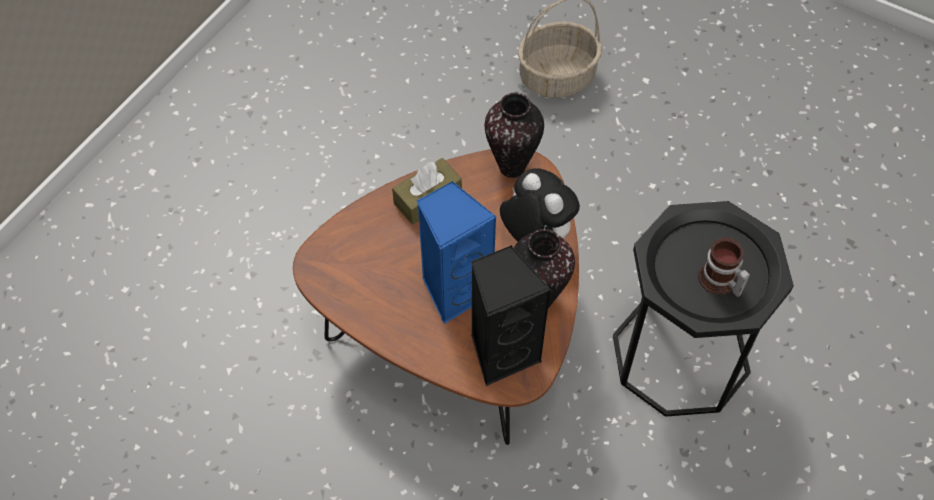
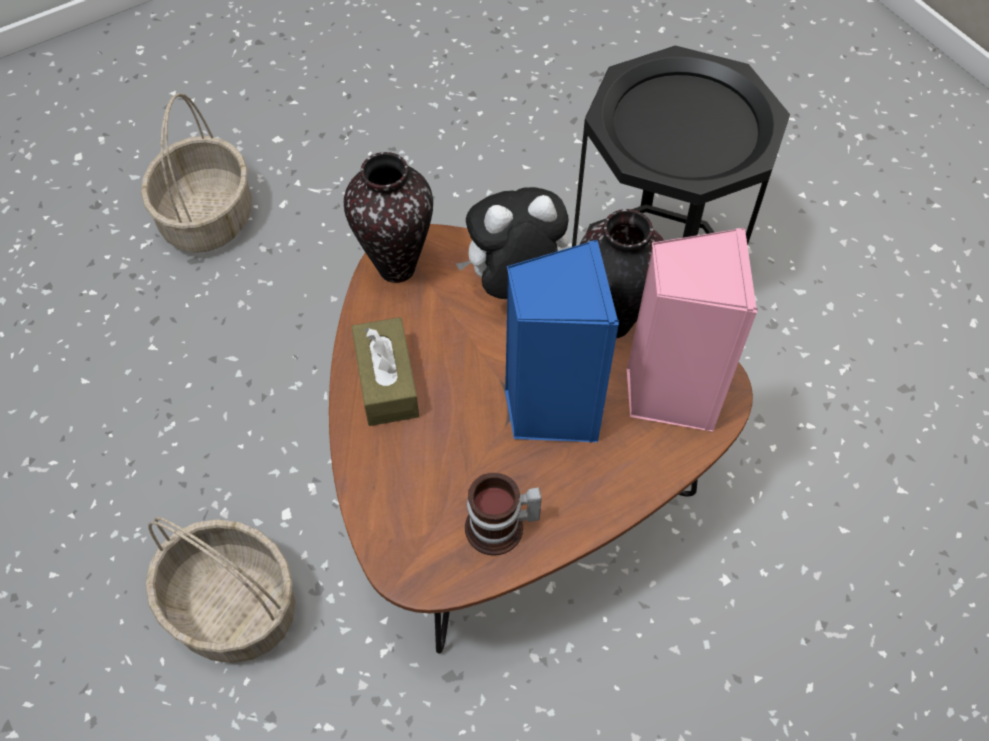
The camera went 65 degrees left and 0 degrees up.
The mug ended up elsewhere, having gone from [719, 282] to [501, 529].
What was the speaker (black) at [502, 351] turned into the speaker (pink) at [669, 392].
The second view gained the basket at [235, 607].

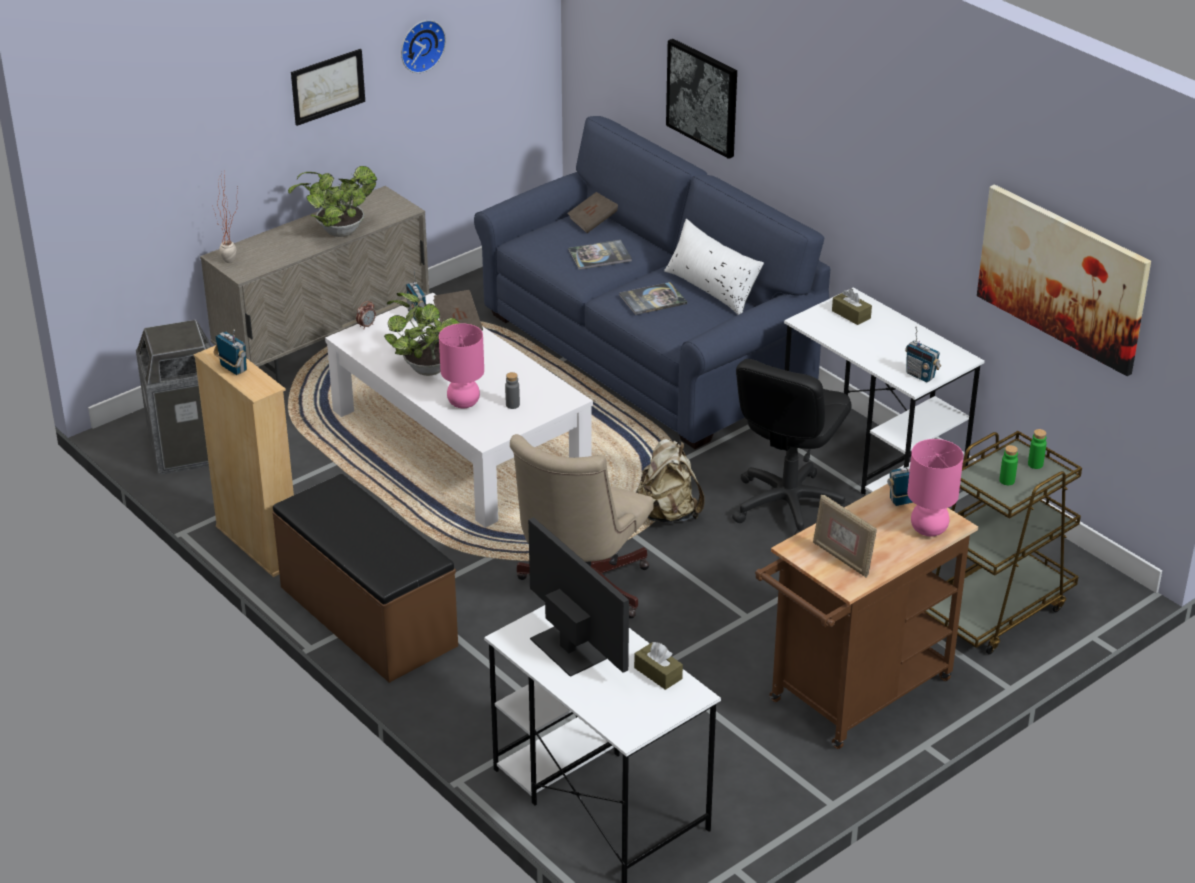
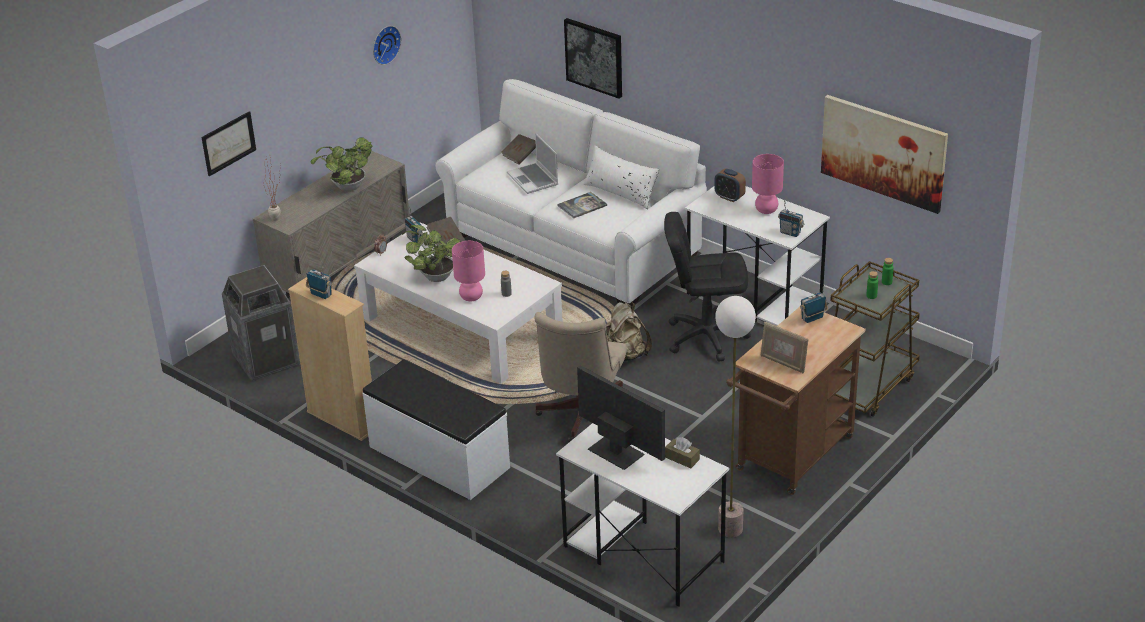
The camera went 10 degrees left and 0 degrees up.
The picture ended up elsewhere, having gone from [328, 86] to [228, 143].
What was the sofa (blue) at [646, 353] turned into the sofa (white) at [573, 245].
Where the book stood at [600, 256], the laptop came to stand at [533, 179].
Where the tissue box (brown) stood at [851, 314], the alarm clock came to stand at [729, 197].
The office chair (black) at [787, 505] ended up facing another way, 75 degrees clockwise from before.
The table lamp (pink) ended up elsewhere, having gone from [928, 530] to [766, 210].
What was the bench (brown) at [366, 616] turned into the bench (white) at [438, 458].
The second view gained the floor lamp at [730, 529].

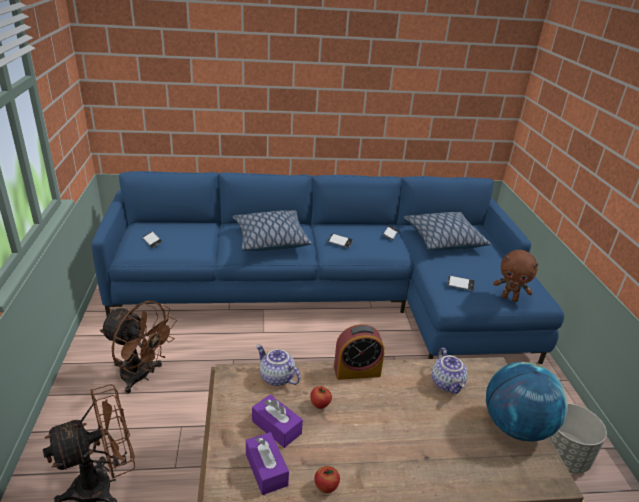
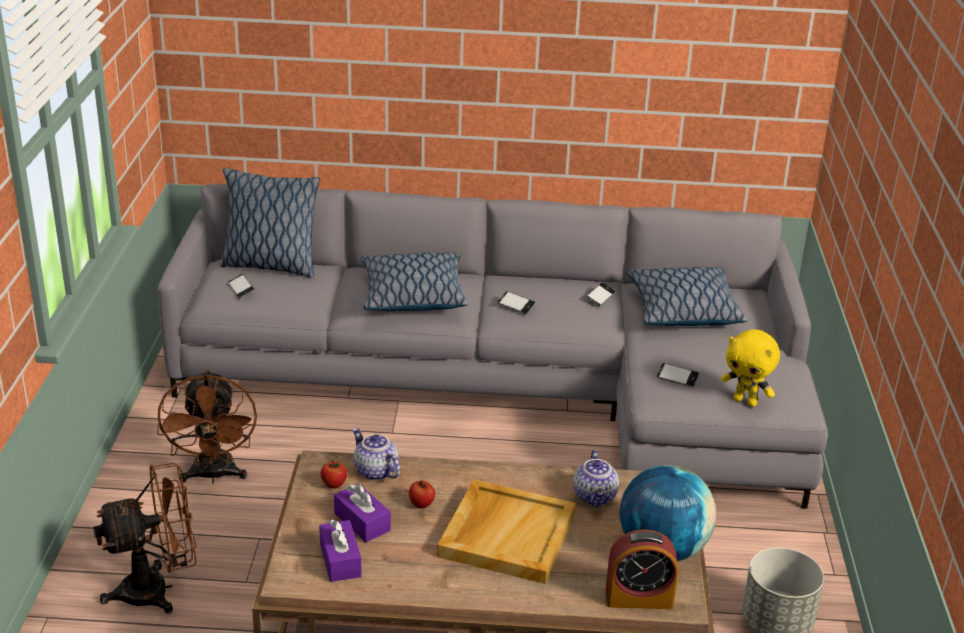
The camera went 10 degrees right and 0 degrees up.
What was the sofa (blue) at [335, 295] turned into the sofa (grey) at [515, 388].
What was the plush toy (brown) at [509, 298] turned into the plush toy (yellow) at [745, 401].
The fan (brown) at [141, 377] ended up facing another way, 45 degrees clockwise from before.
The alarm clock ended up elsewhere, having gone from [357, 371] to [639, 598].
The apple ended up elsewhere, having gone from [326, 487] to [334, 485].
The second view gained the pillow at [270, 265].
The second view gained the tray (beige) at [506, 534].

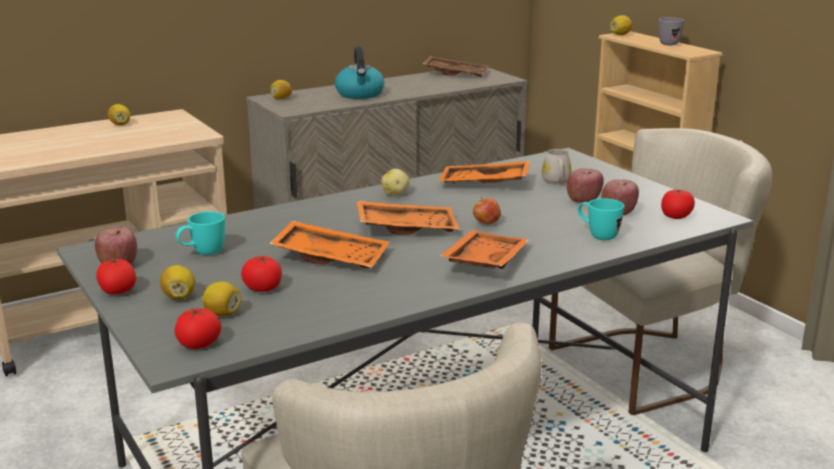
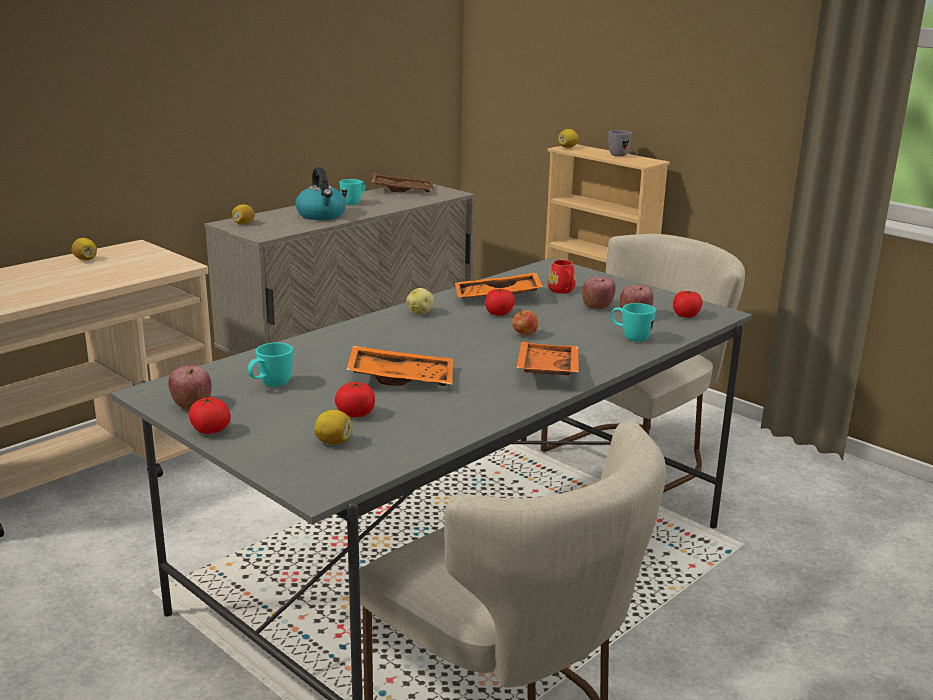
The camera went 15 degrees left and 0 degrees up.
What was the mug (white) at [556, 182] turned into the mug (red) at [562, 291].
The second view lost the tray (orange) at [407, 228].
The second view lost the lemon at [179, 297].
The tomato ended up elsewhere, having gone from [199, 344] to [499, 313].
The second view gained the mug (turquoise) at [354, 203].

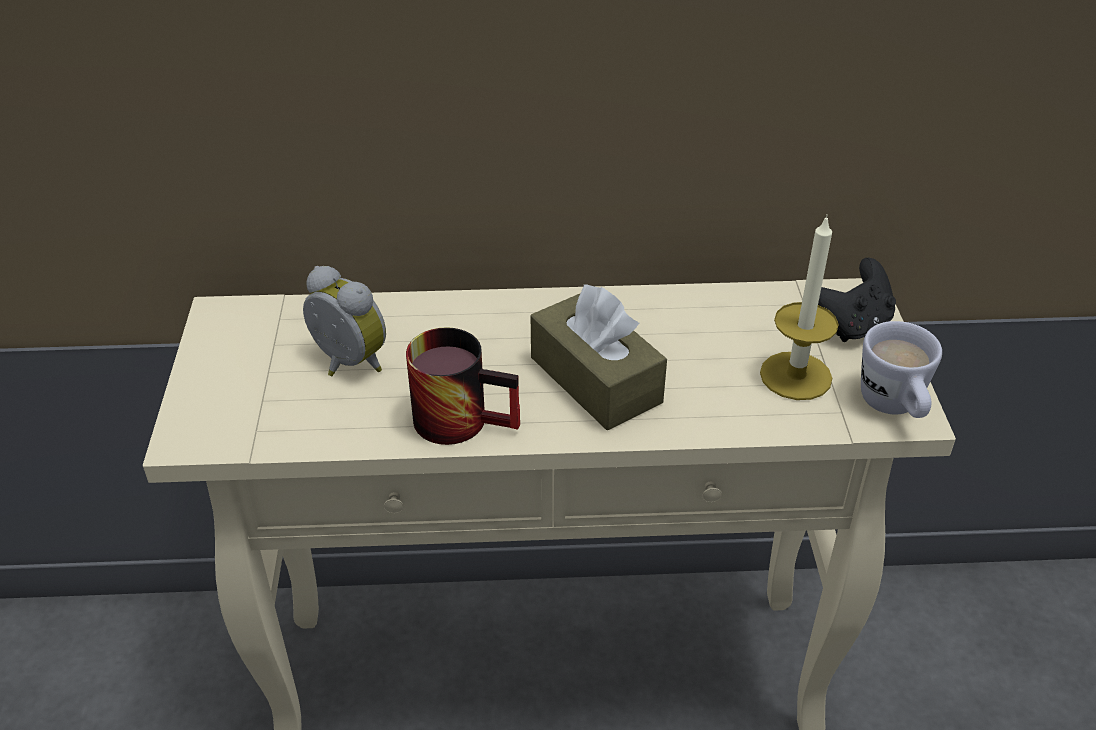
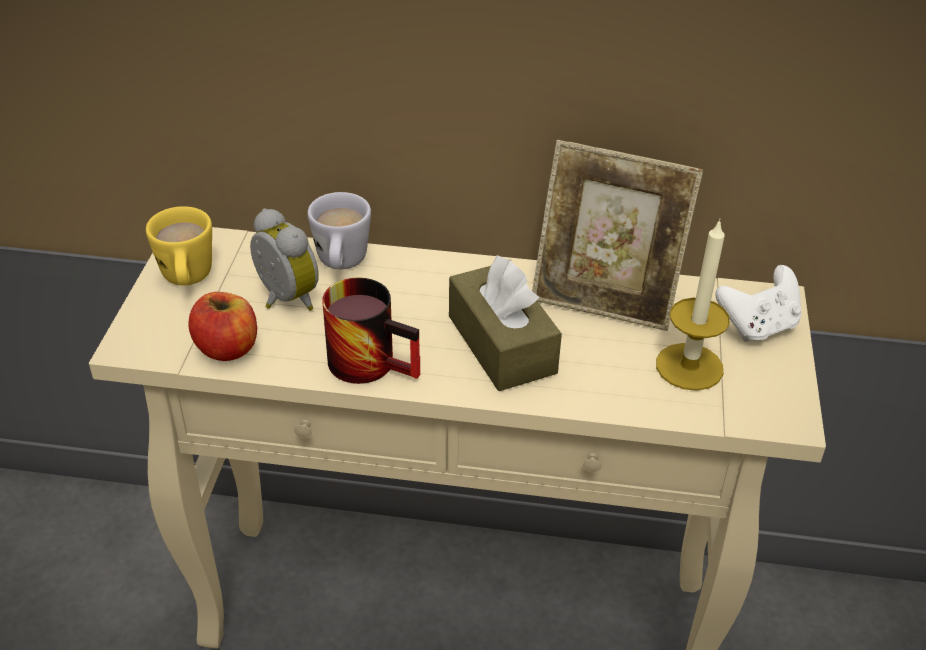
The camera went 10 degrees right and 0 degrees up.
What was the game controller (black) at [851, 324] turned into the game controller (white) at [758, 326].
The mug (white) ended up elsewhere, having gone from [894, 408] to [341, 265].
The second view gained the picture frame at [605, 300].
The second view gained the mug (yellow) at [187, 281].
The second view gained the apple at [227, 348].

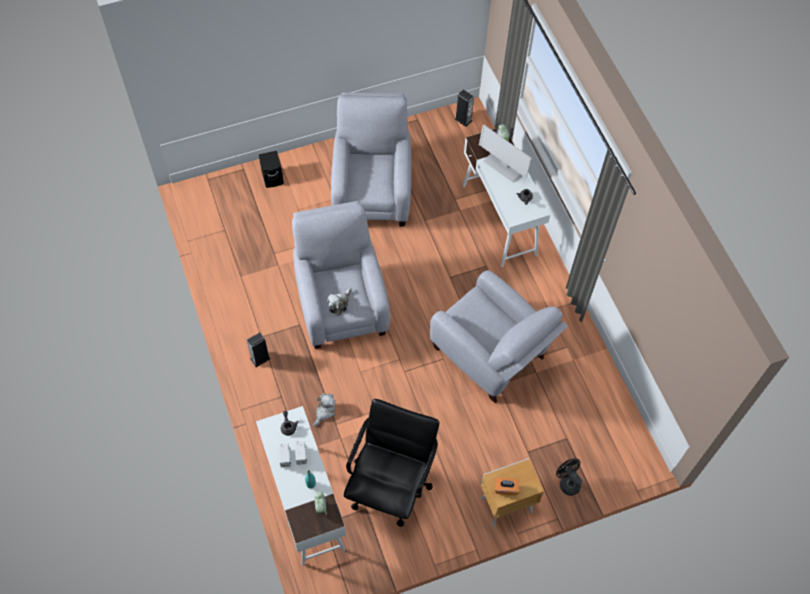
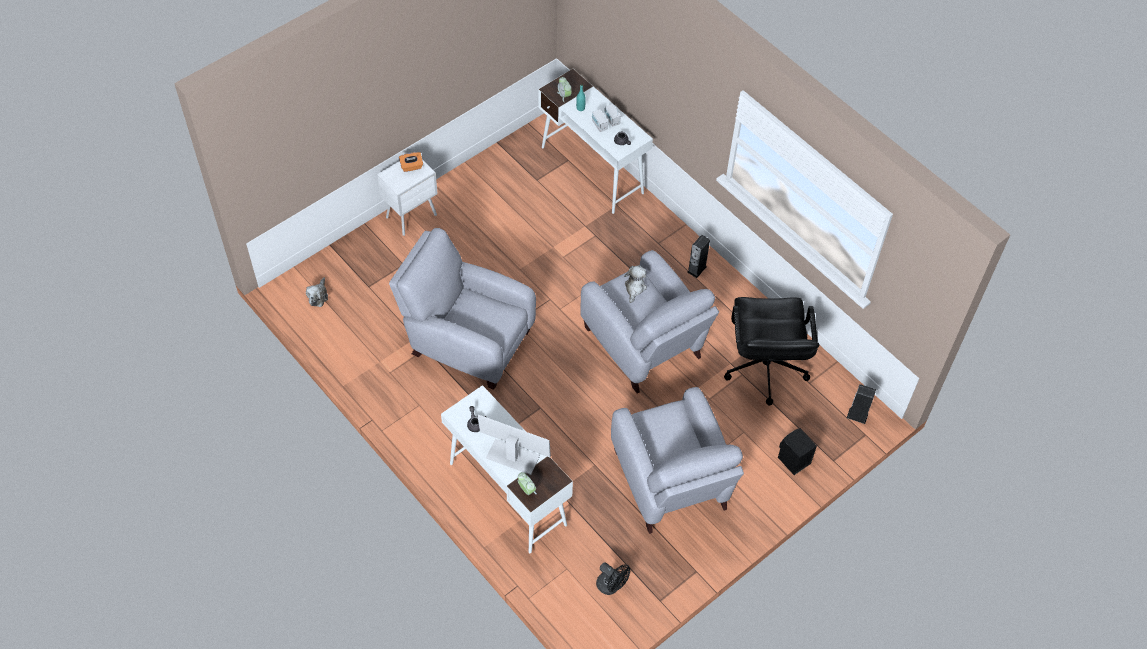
The camera went 160 degrees right and 5 degrees down.
The speaker ended up elsewhere, having gone from [463, 120] to [857, 415].
The plush toy ended up elsewhere, having gone from [324, 411] to [318, 296].
The office chair (black) ended up elsewhere, having gone from [390, 485] to [764, 369].
What was the nightstand (brown) at [505, 505] turned into the nightstand (white) at [412, 216].
The fan (black) ended up elsewhere, having gone from [567, 482] to [611, 586].

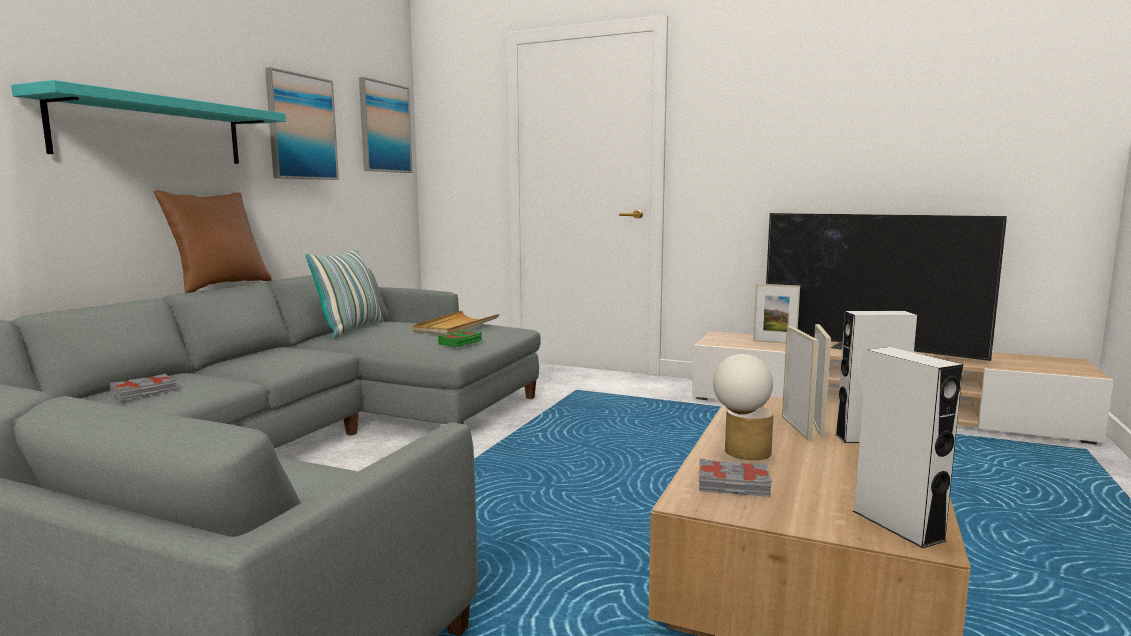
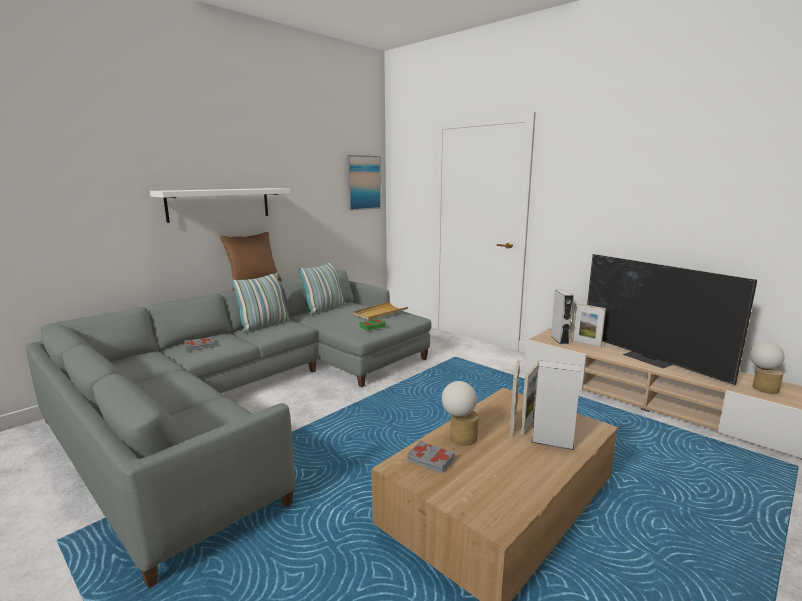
The camera went 20 degrees right and 5 degrees up.
The second view lost the picture at [301, 127].
What was the shelf (turquoise) at [151, 131] turned into the shelf (white) at [219, 204].
The speaker (grey) ended up elsewhere, having gone from [897, 525] to [559, 339].
The second view gained the pillow at [263, 325].
The second view gained the table lamp at [761, 387].

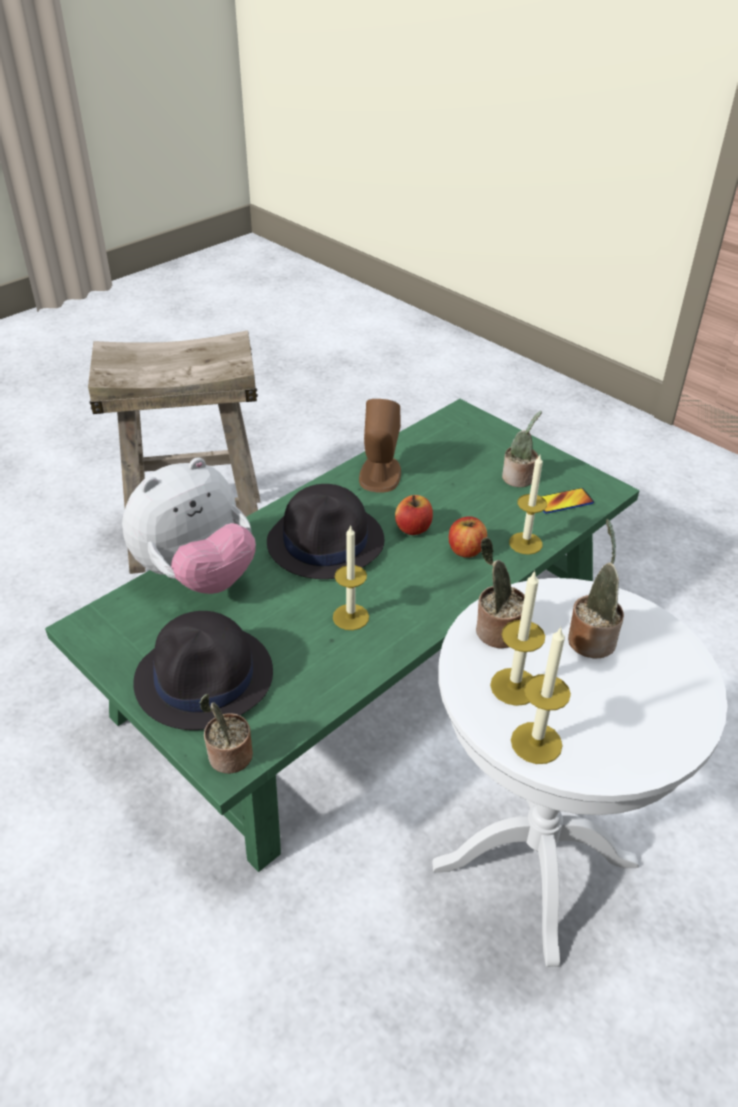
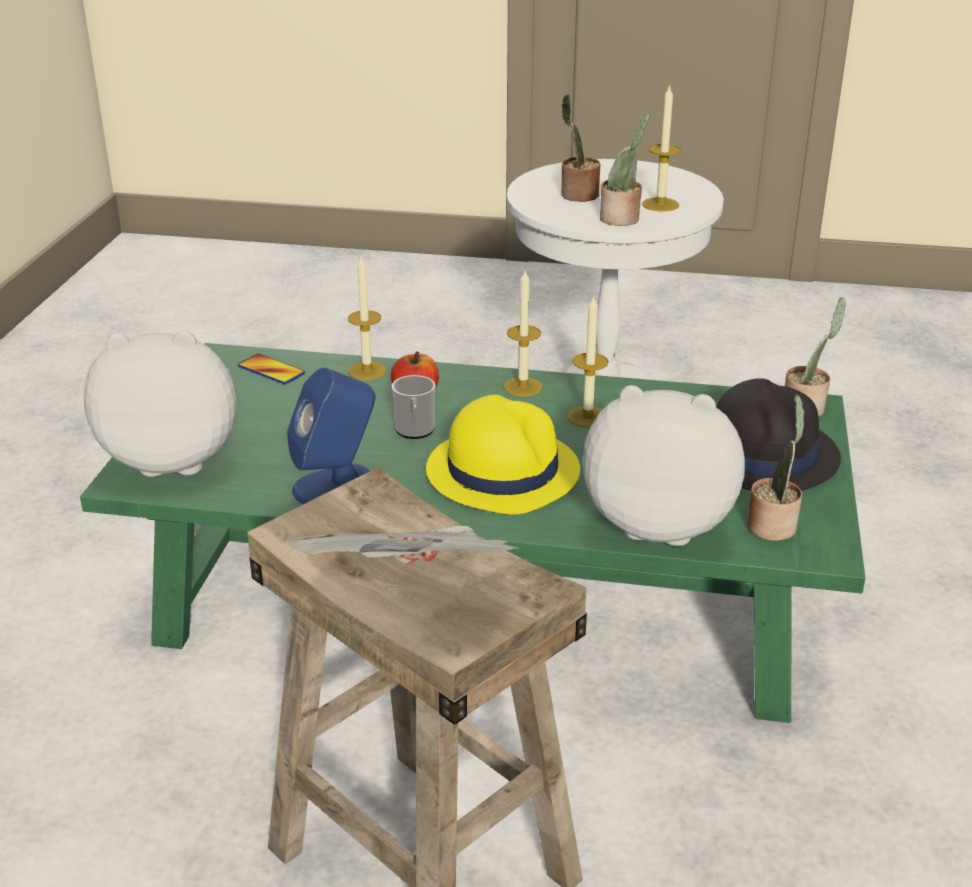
The camera went 125 degrees left and 10 degrees down.
What was the speaker (brown) at [380, 475] turned into the speaker (blue) at [336, 486].
The potted plant ended up elsewhere, having gone from [519, 479] to [773, 525].
What was the hat (black) at [326, 542] turned into the hat (yellow) at [502, 470].
Where the apple stood at [413, 528], the mug came to stand at [415, 431].
The candle ended up elsewhere, having gone from [536, 743] to [523, 387].
The second view gained the plush toy at [174, 458].
The second view gained the newspaper at [412, 591].

